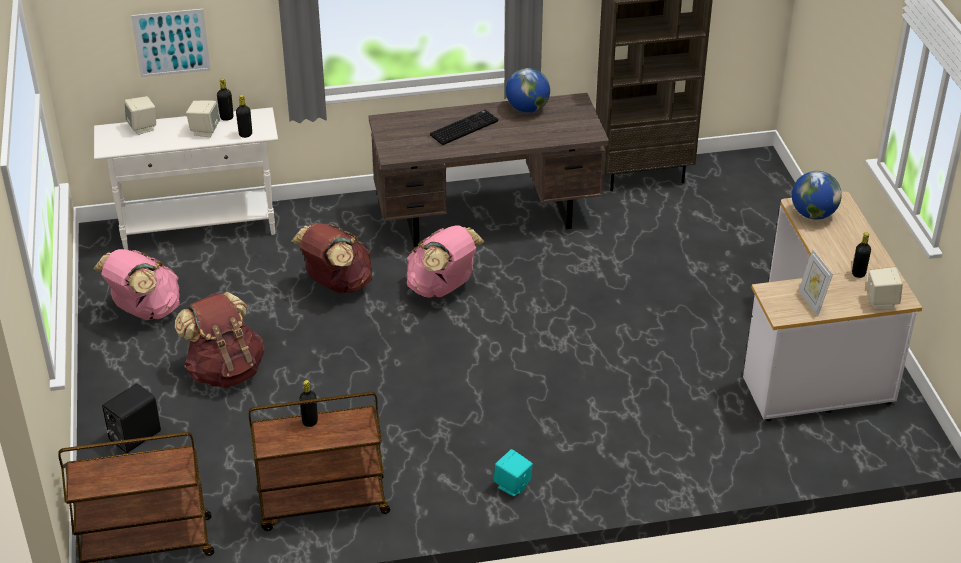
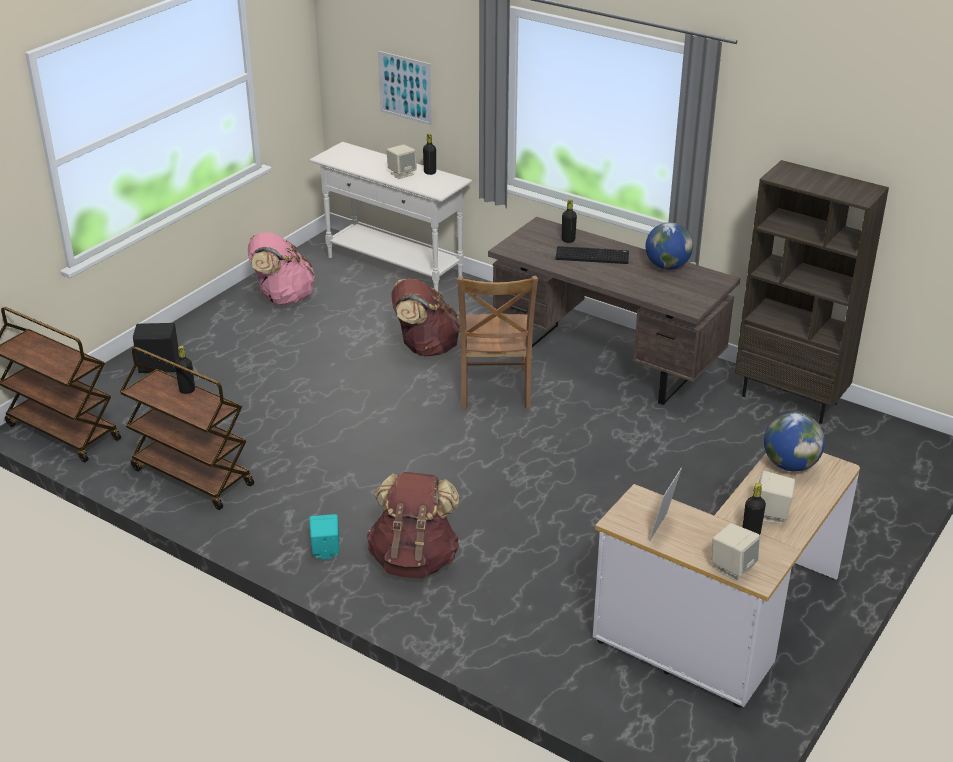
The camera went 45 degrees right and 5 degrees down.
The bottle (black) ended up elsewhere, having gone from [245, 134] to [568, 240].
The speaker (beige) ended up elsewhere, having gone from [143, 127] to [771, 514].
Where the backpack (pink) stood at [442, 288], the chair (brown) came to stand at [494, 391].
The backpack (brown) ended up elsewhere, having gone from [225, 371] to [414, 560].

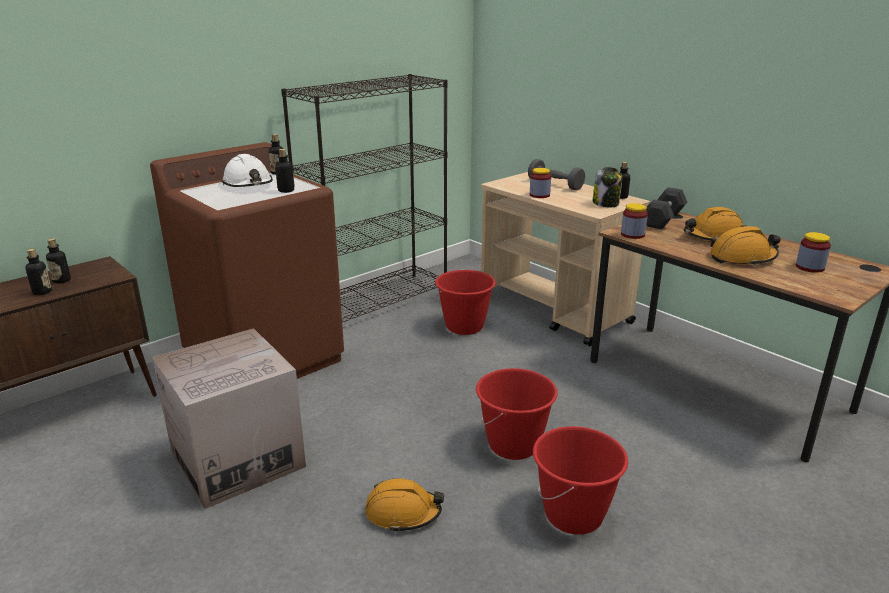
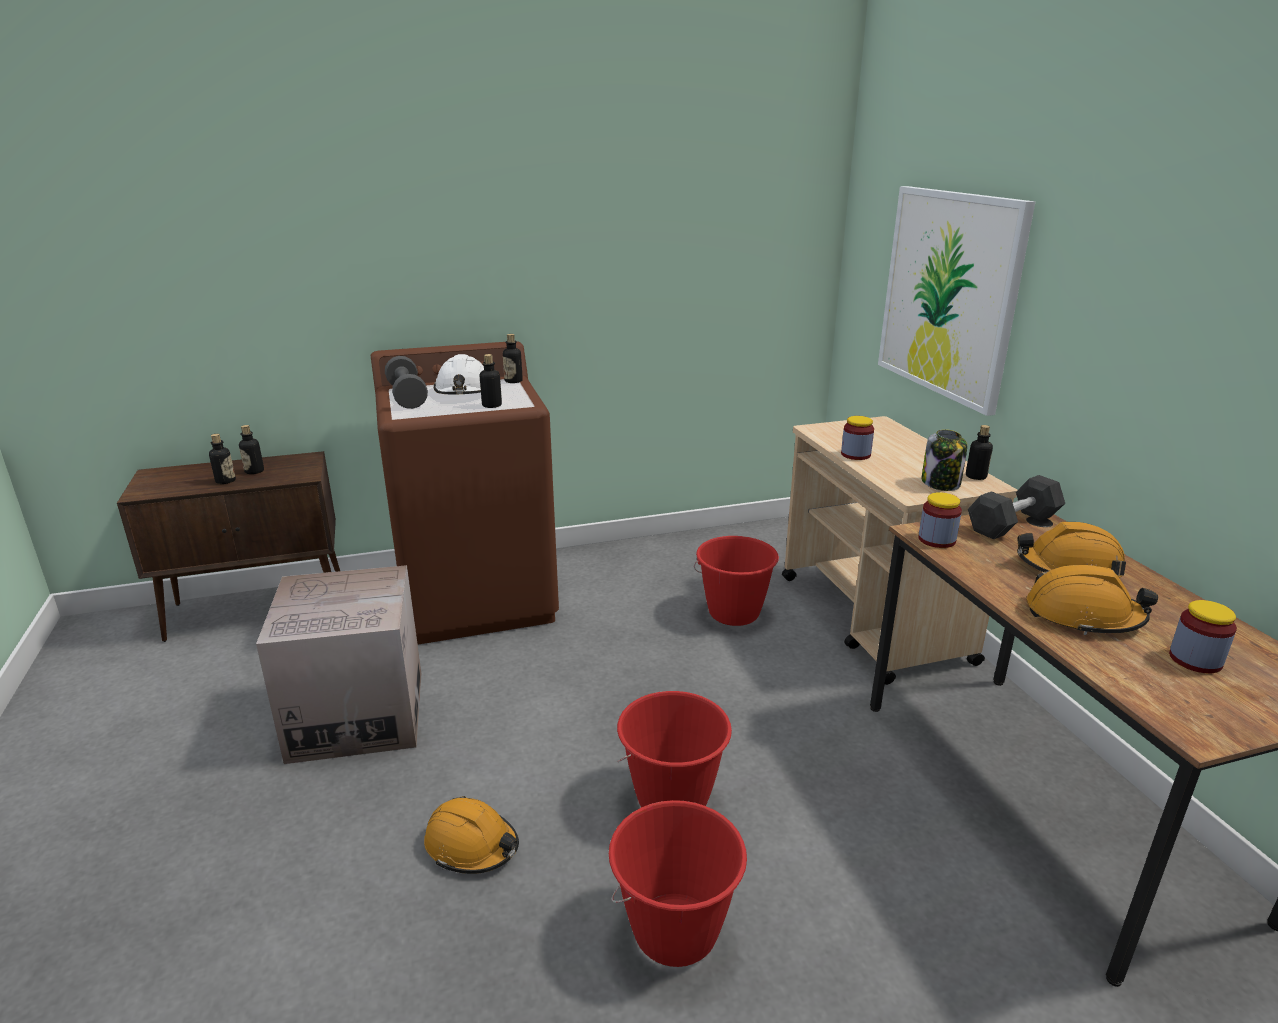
The camera went 25 degrees right and 0 degrees up.
The second view lost the bookcase (black) at [378, 301].
The dumbbell (grey) ended up elsewhere, having gone from [555, 184] to [407, 397].
The second view gained the picture at [949, 294].

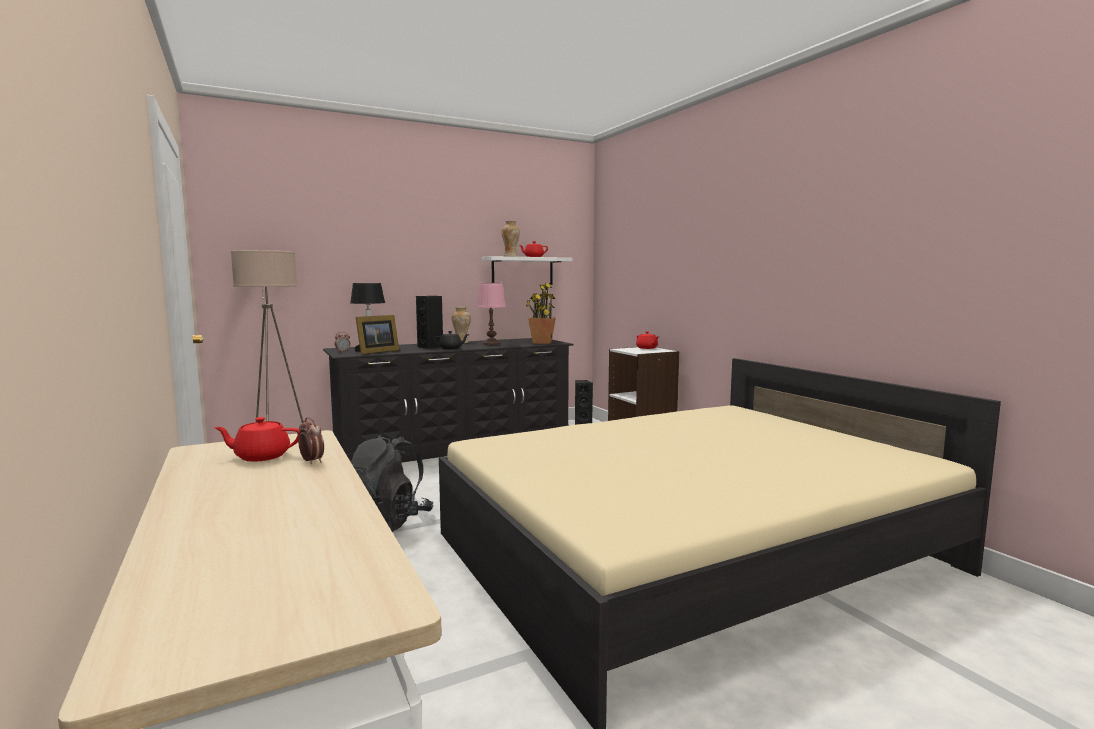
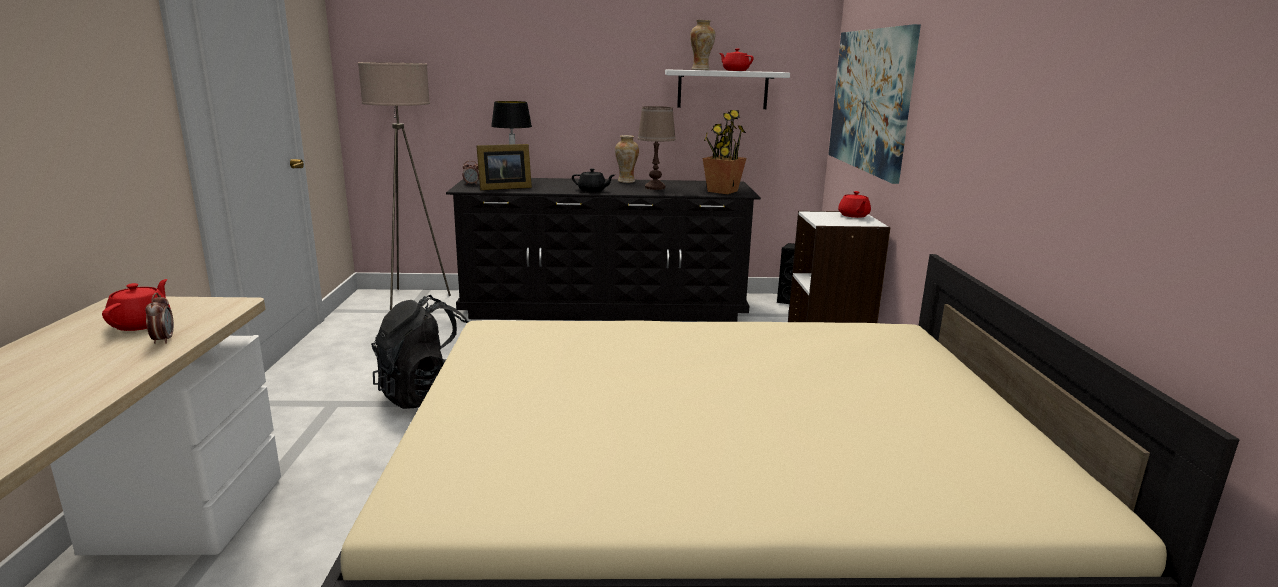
The camera went 25 degrees right and 10 degrees up.
What was the table lamp (pink) at [491, 344] turned into the table lamp (brown) at [655, 187].
The second view lost the speaker (black) at [431, 347].
The teapot (red) at [261, 456] ended up facing another way, 75 degrees clockwise from before.
The second view gained the picture at [870, 100].

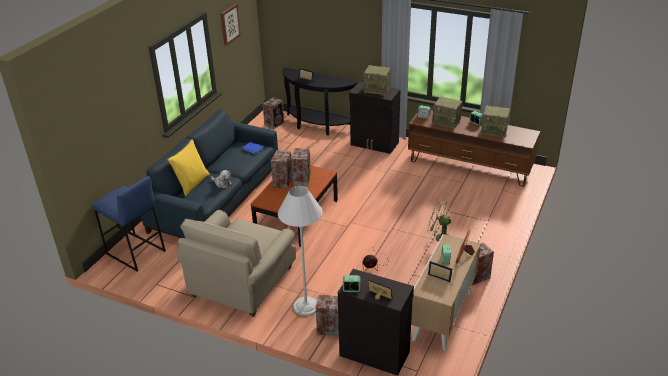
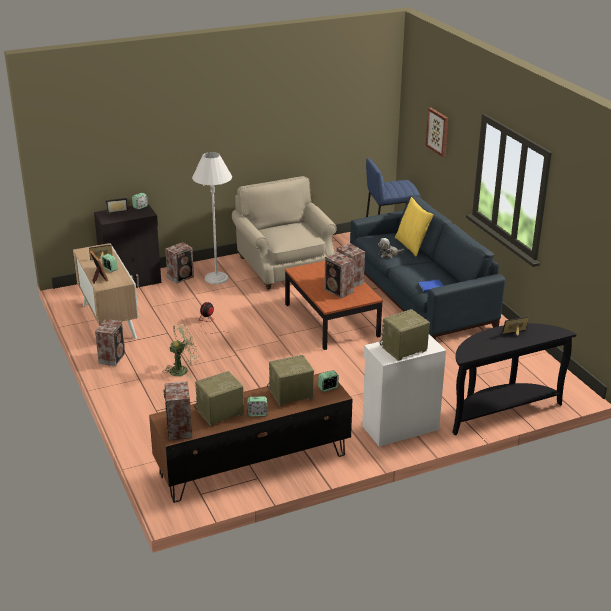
The camera went 130 degrees right and 5 degrees down.
The picture ended up elsewhere, having gone from [229, 24] to [438, 131].
What was the cabinet (black) at [374, 144] turned into the cabinet (white) at [399, 427].
The speaker ended up elsewhere, having gone from [275, 124] to [179, 430].

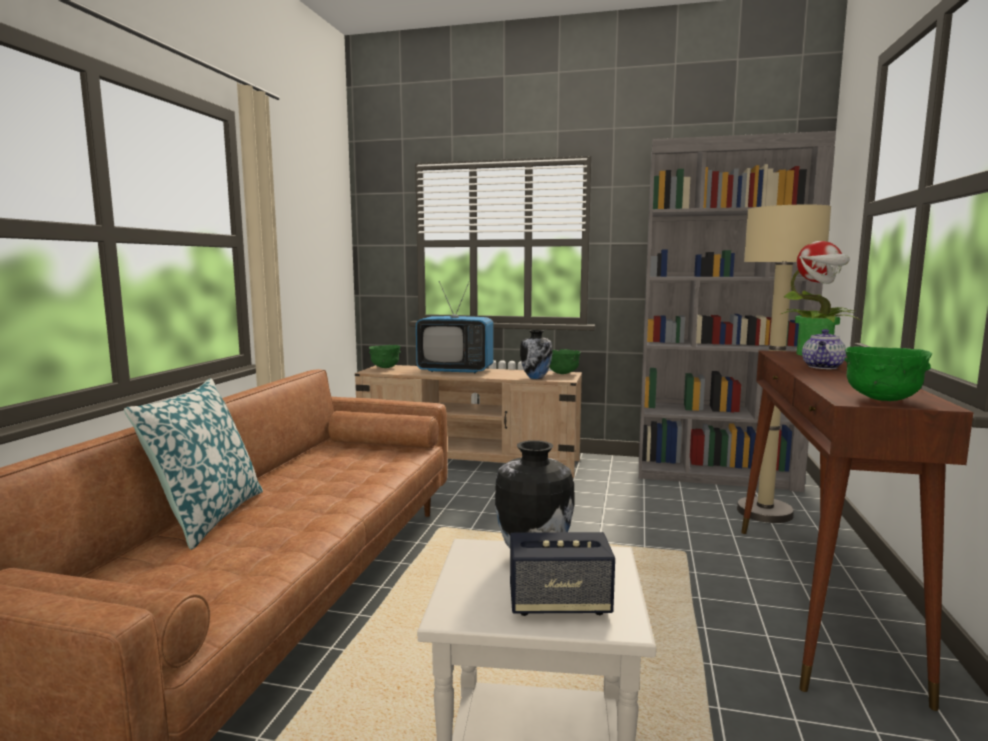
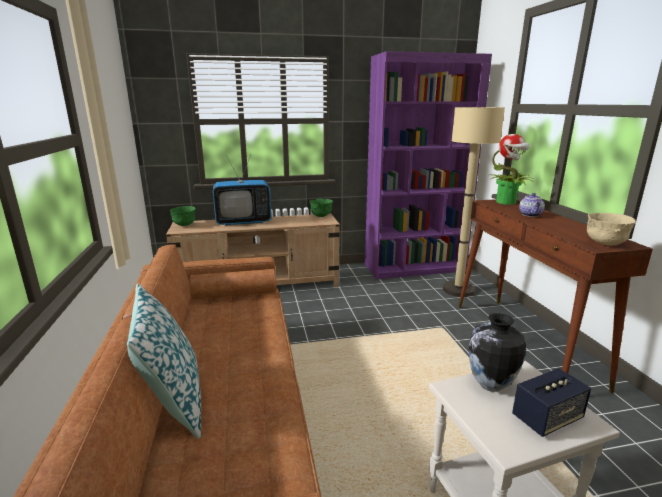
The camera went 25 degrees left and 10 degrees up.
What was the bookcase (grey) at [715, 474] turned into the bookcase (purple) at [414, 268].
The second view lost the vase at [536, 377].
What was the bowl (green) at [881, 400] turned into the bowl (beige) at [605, 244].

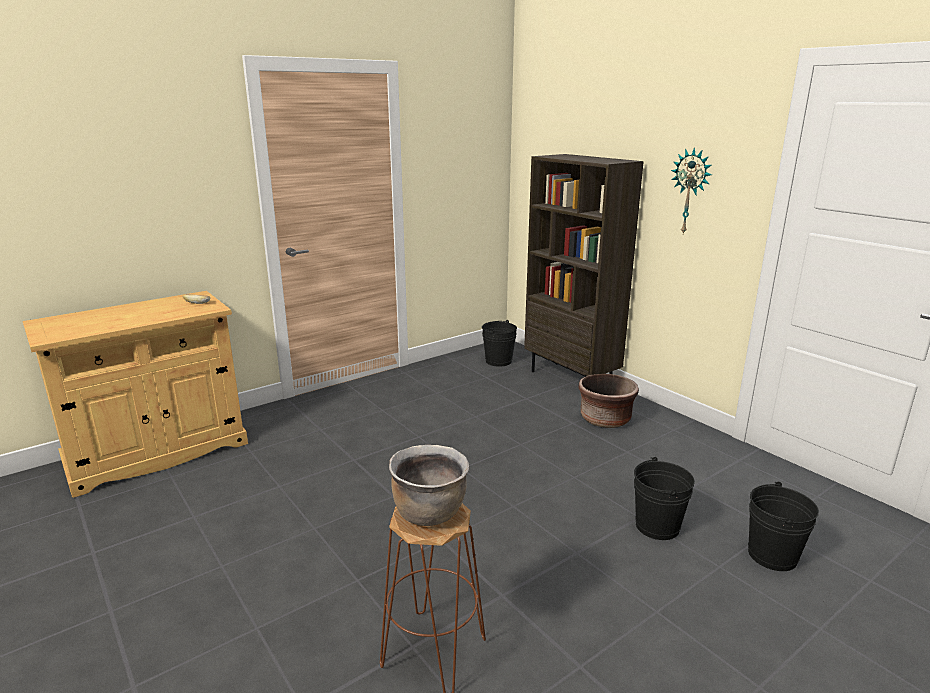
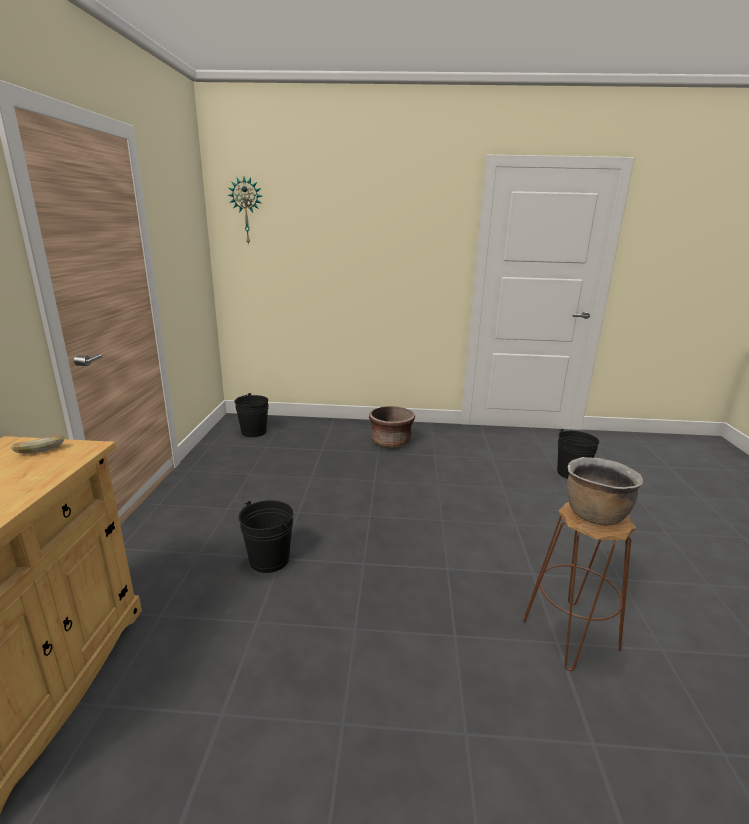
The camera went 50 degrees left and 0 degrees up.
The wall clock ended up elsewhere, having gone from [690, 191] to [247, 211].
The second view lost the bookcase (brown) at [571, 379].
The bucket (black) ended up elsewhere, having gone from [657, 526] to [269, 560].

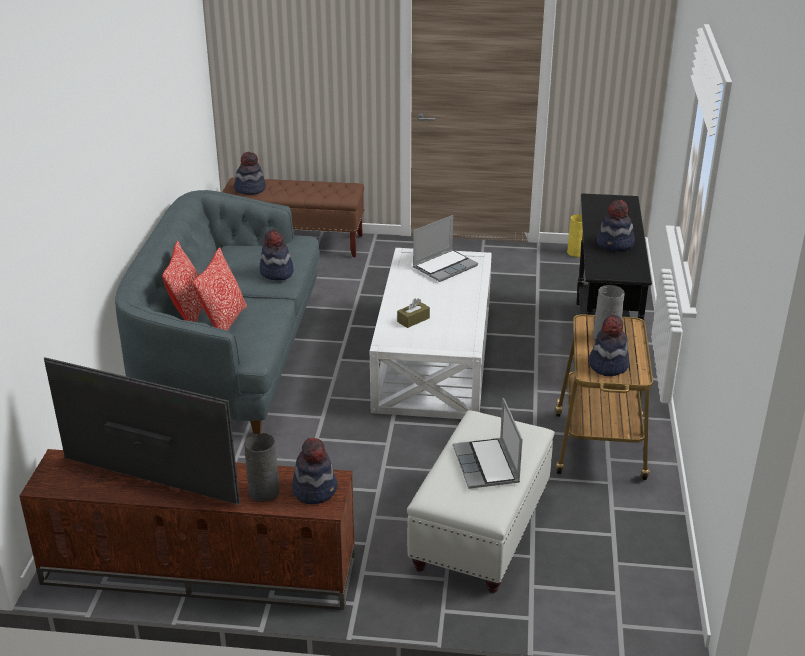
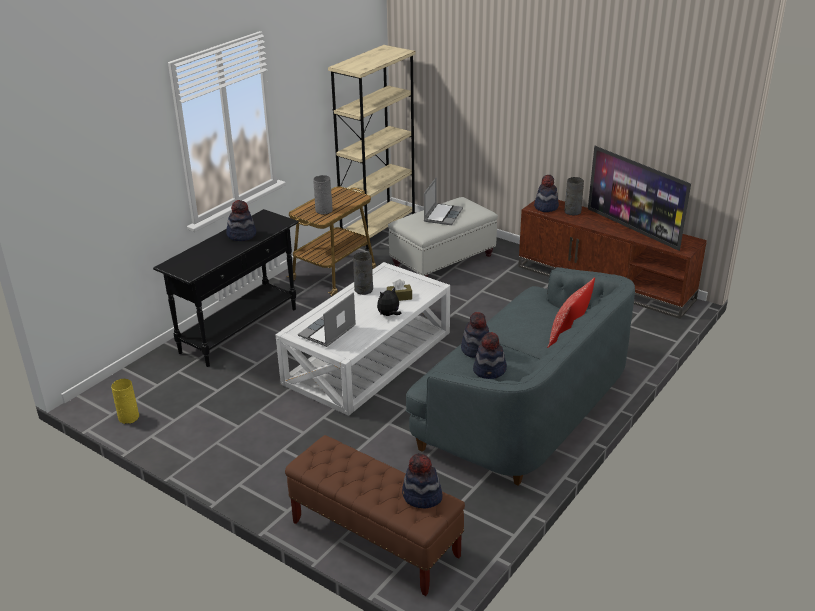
The camera went 150 degrees left and 0 degrees up.
The laptop at [445, 266] ended up facing another way, 45 degrees counterclockwise from before.
The second view lost the pillow at [224, 323].
The hat ended up elsewhere, having gone from [608, 365] to [490, 370].
The second view gained the bookcase (beige) at [378, 230].
The second view gained the vase (grey) at [363, 290].
The second view gained the plush toy at [389, 315].

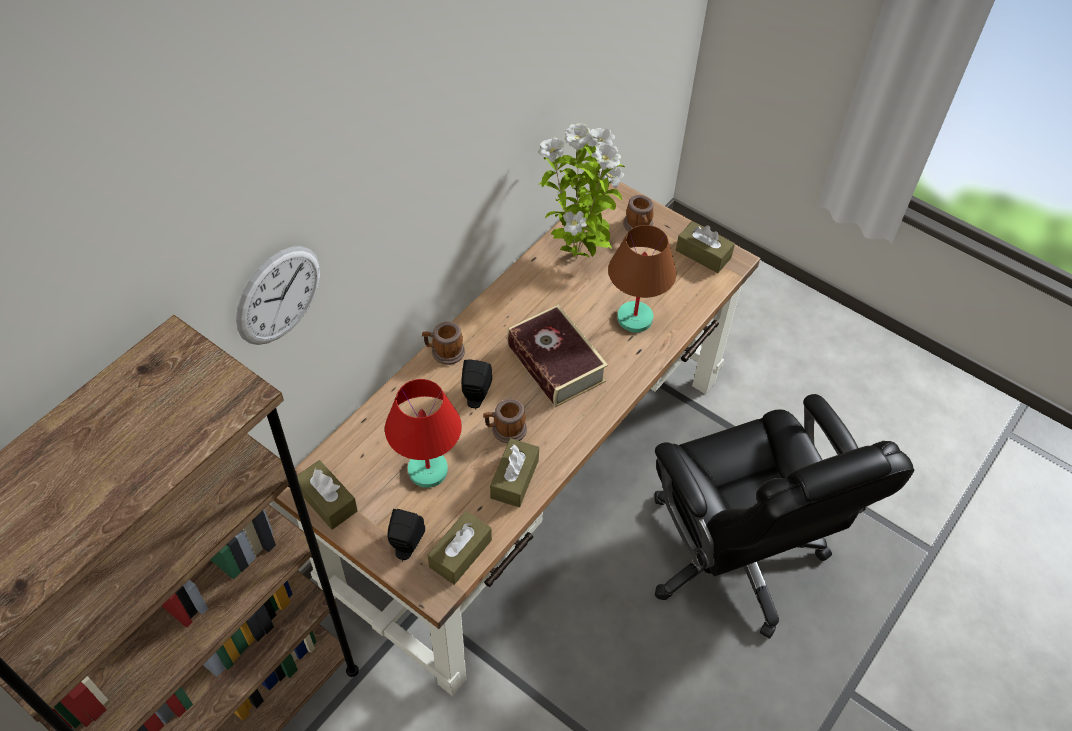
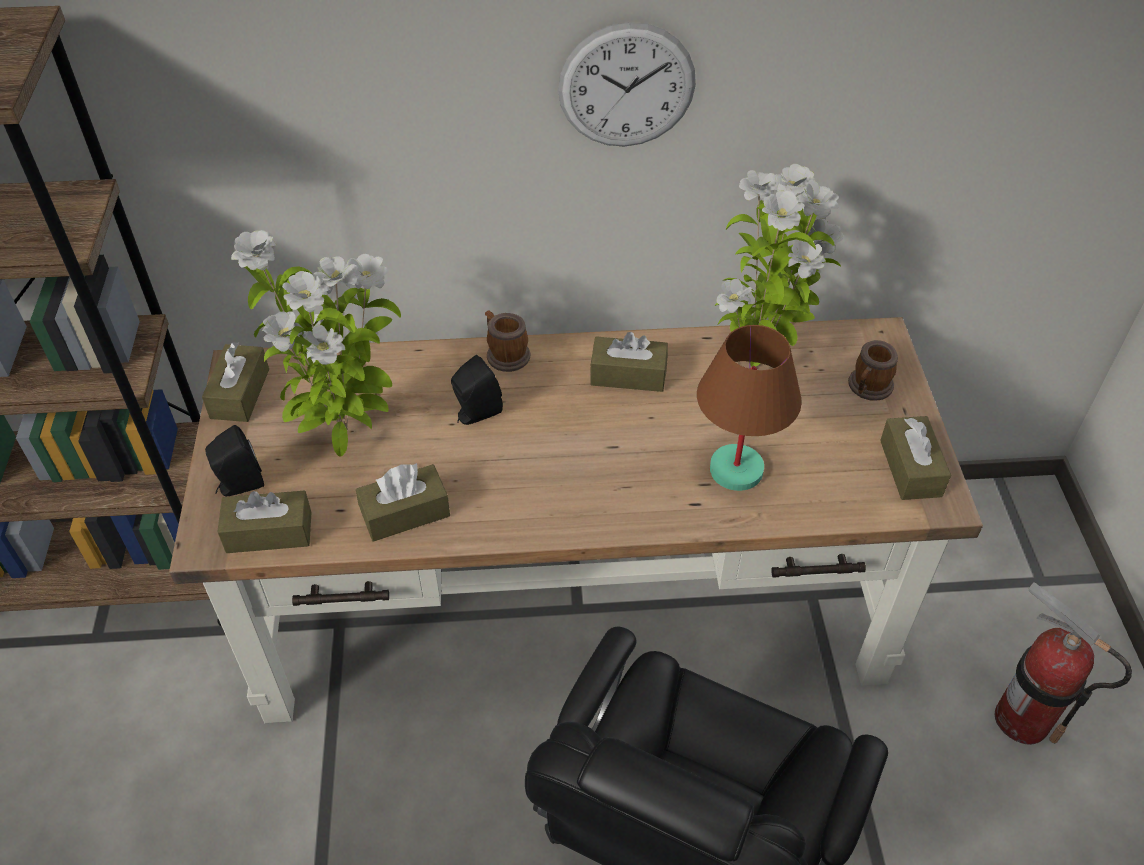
The camera went 50 degrees right and 5 degrees down.
The wall clock ended up elsewhere, having gone from [278, 295] to [626, 86].
The second view lost the book at [555, 363].
Where the table lamp (red) stood at [427, 471], the potted plant came to stand at [345, 439].
The second view lost the mug at [505, 430].
The second view gained the tissue box (brown) at [628, 375].
The second view gained the fire extinguisher at [1022, 719].

